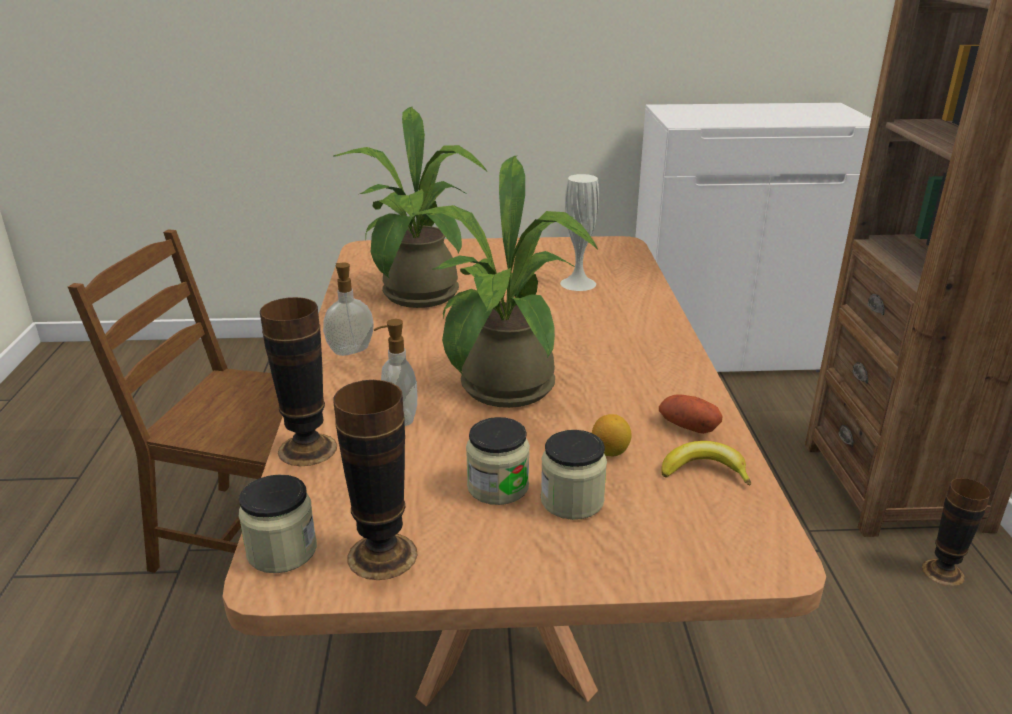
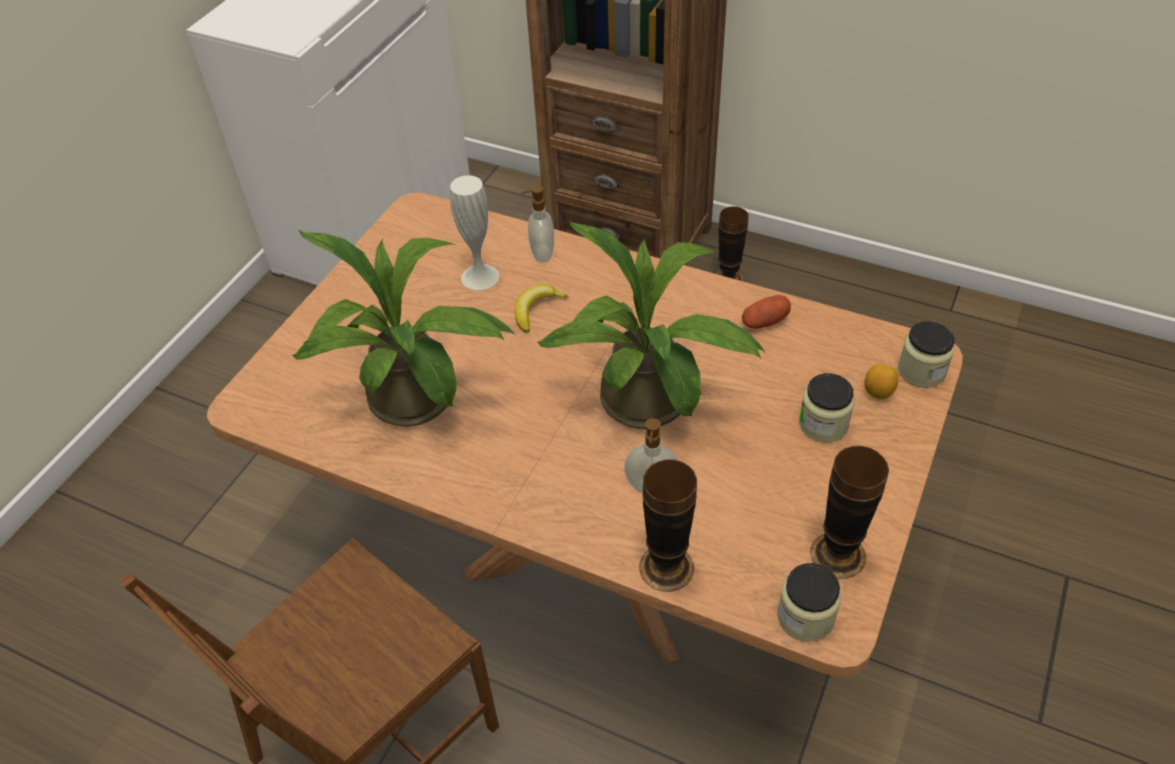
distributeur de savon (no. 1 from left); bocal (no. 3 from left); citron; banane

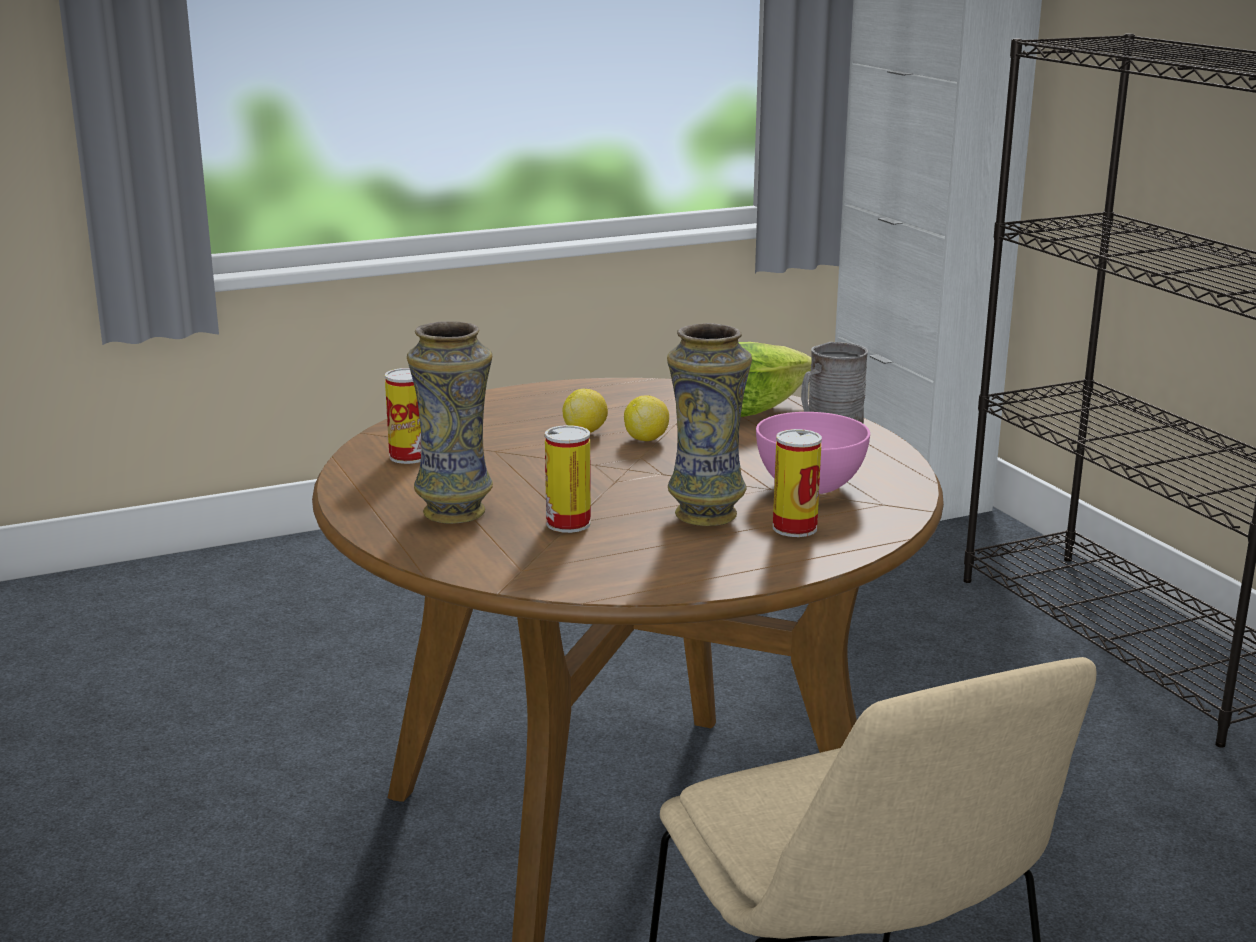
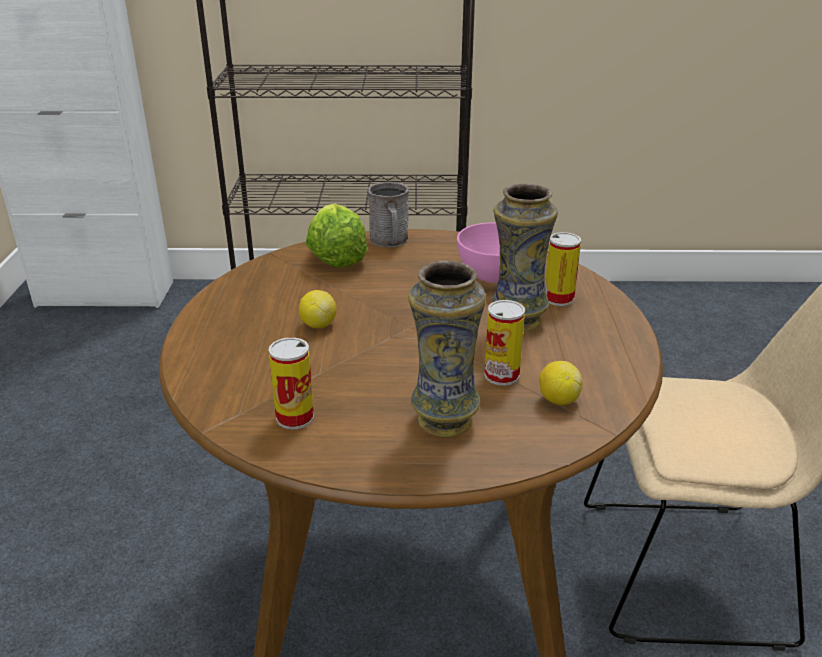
citron (no. 2 from left)

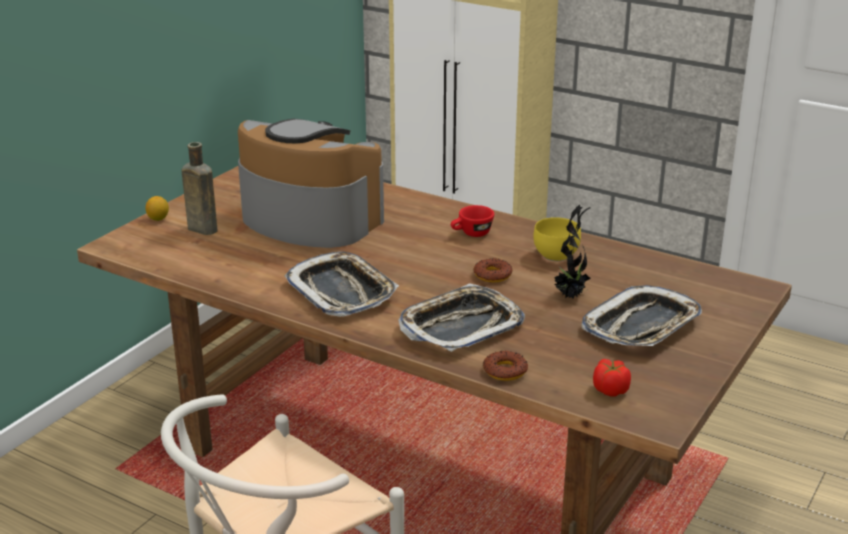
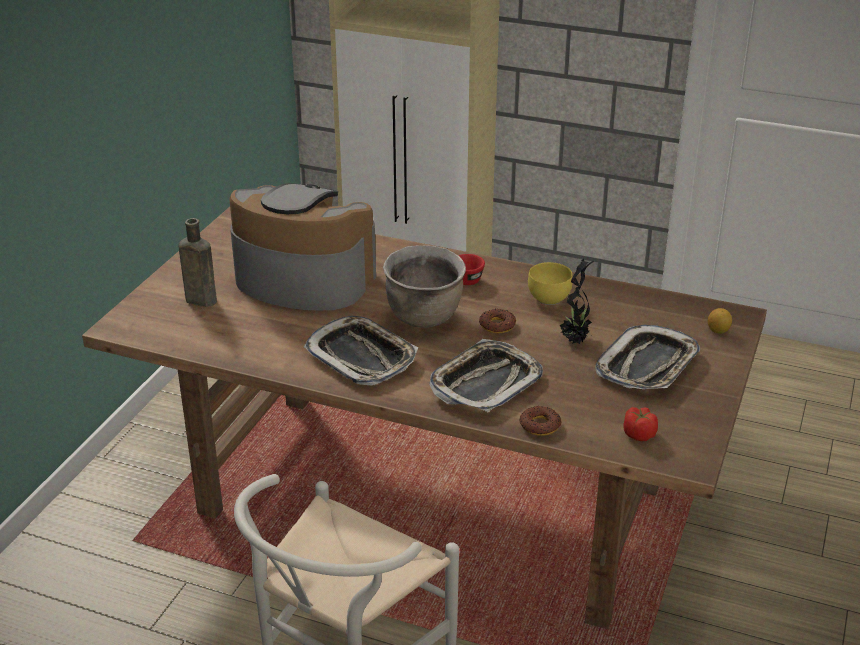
marmite (marron); citron

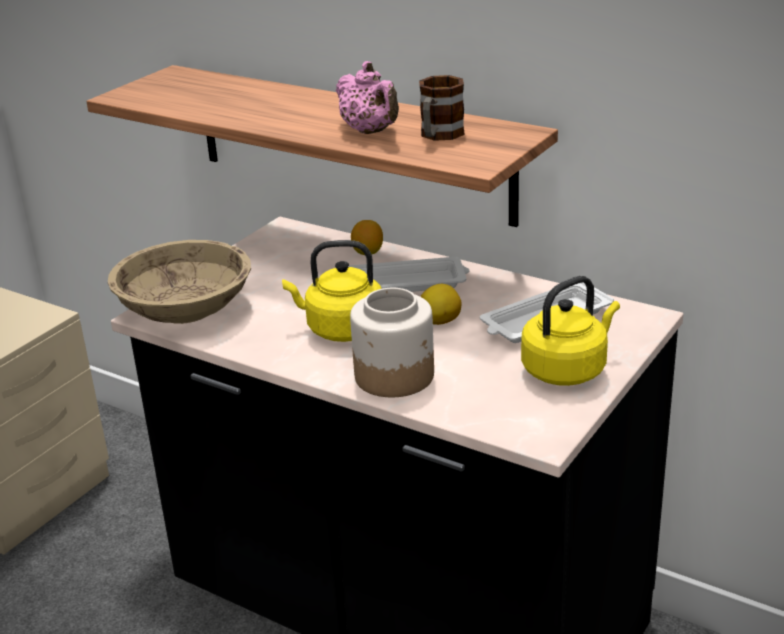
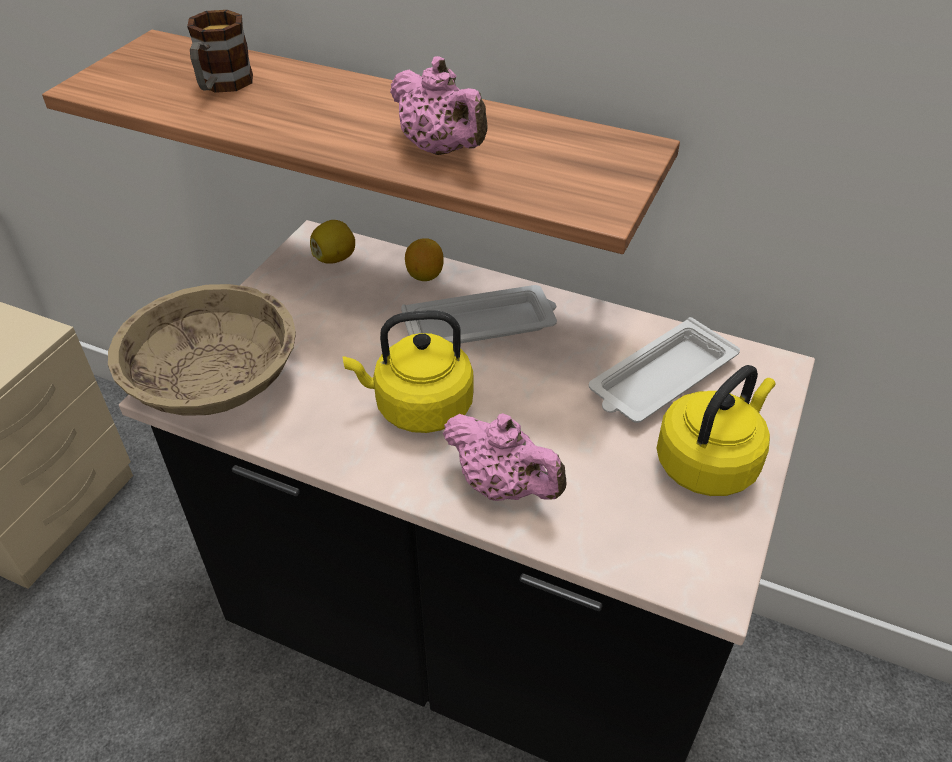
mug; citron (no. 1 from left); théière (rose) (no. 2 from left)

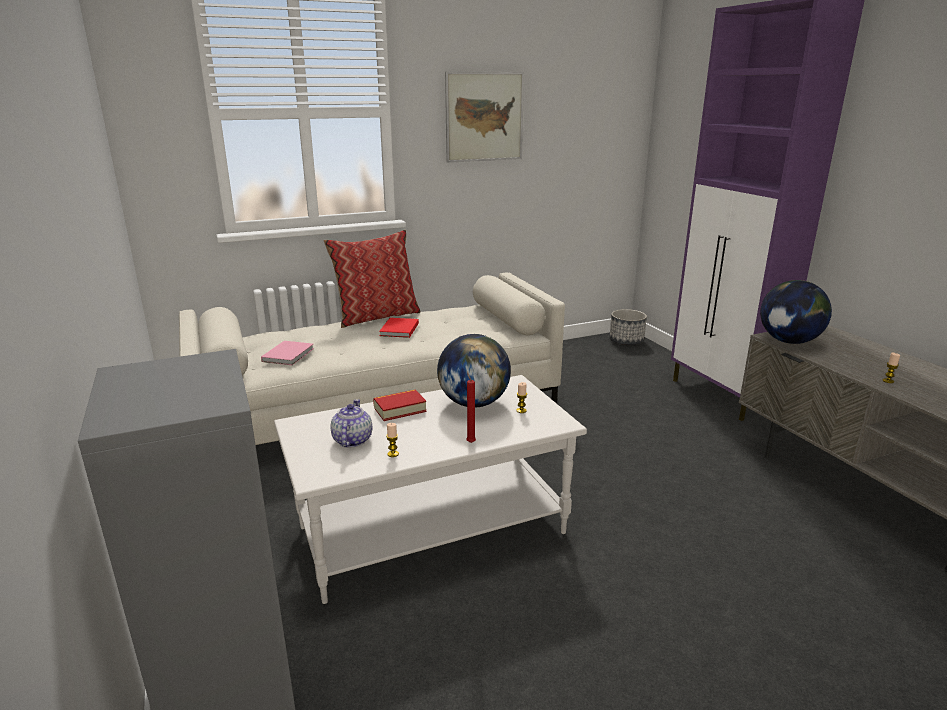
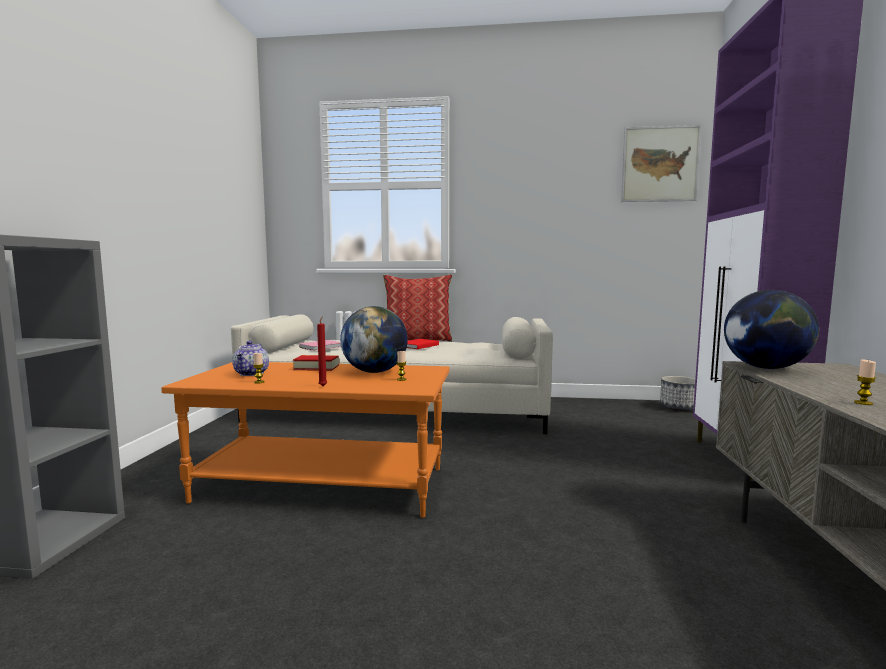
tableau; table basse (orange); théière

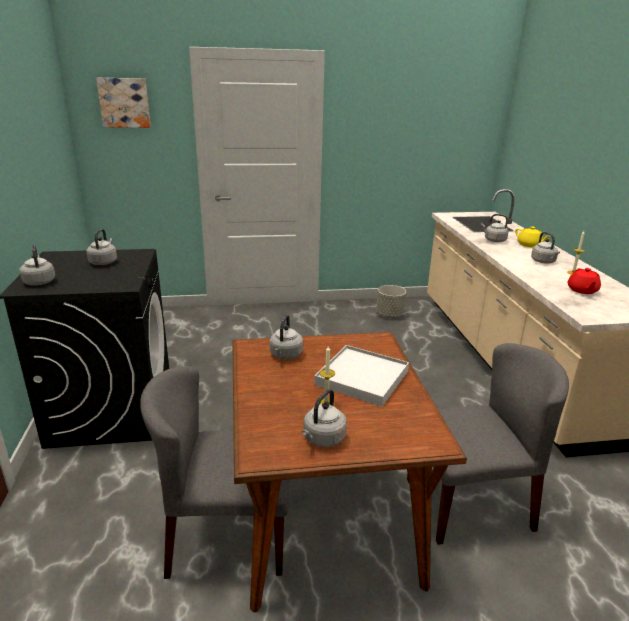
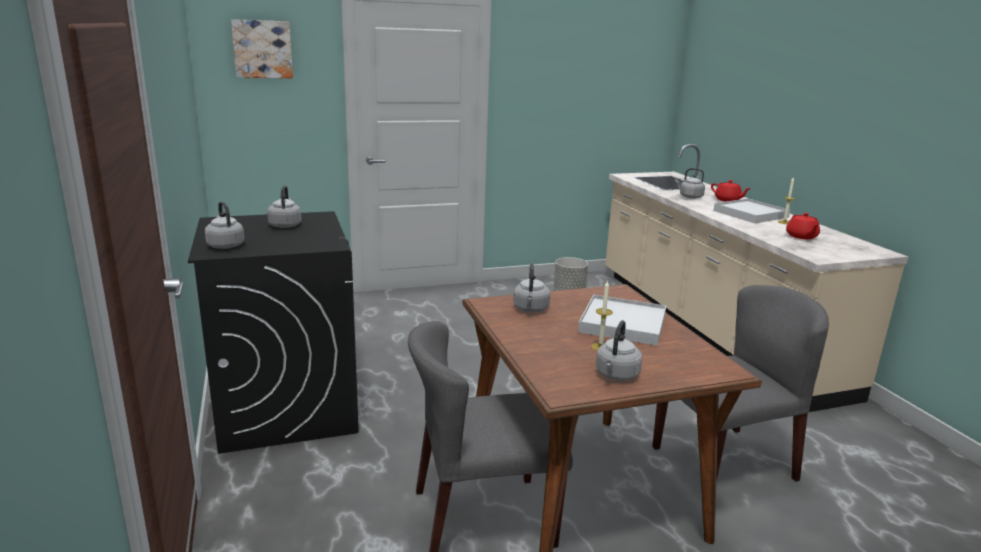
plateau (blanc) (no. 2 from left); théière (rouge) (no. 1 from left)

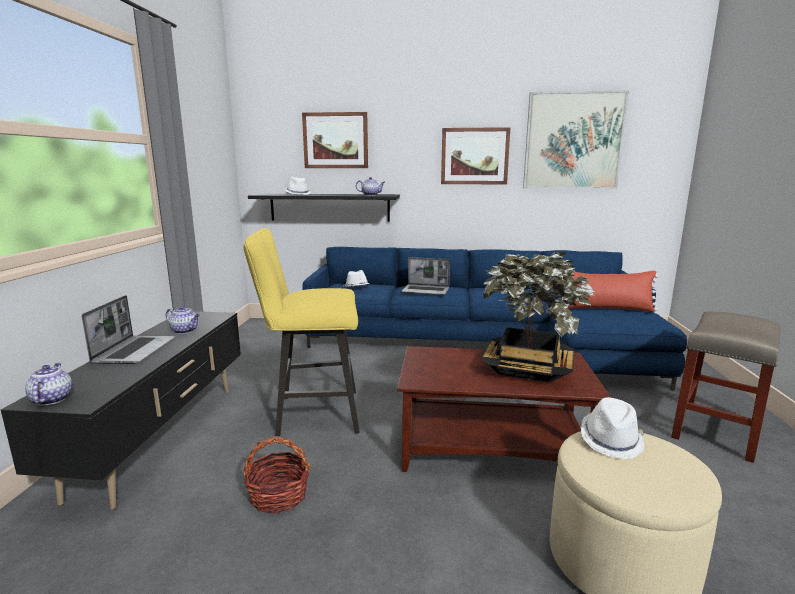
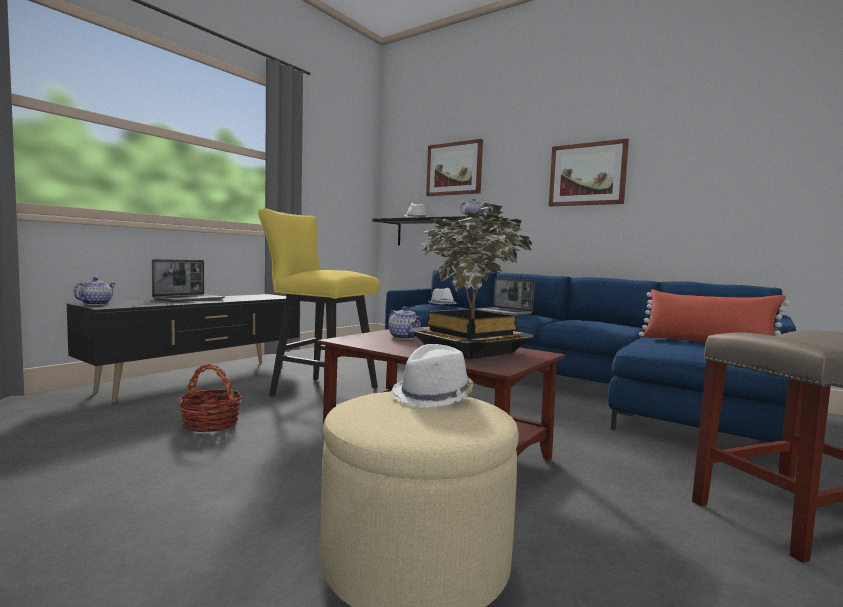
tableau (no. 3 from left in the first image); théière (no. 2 from left)

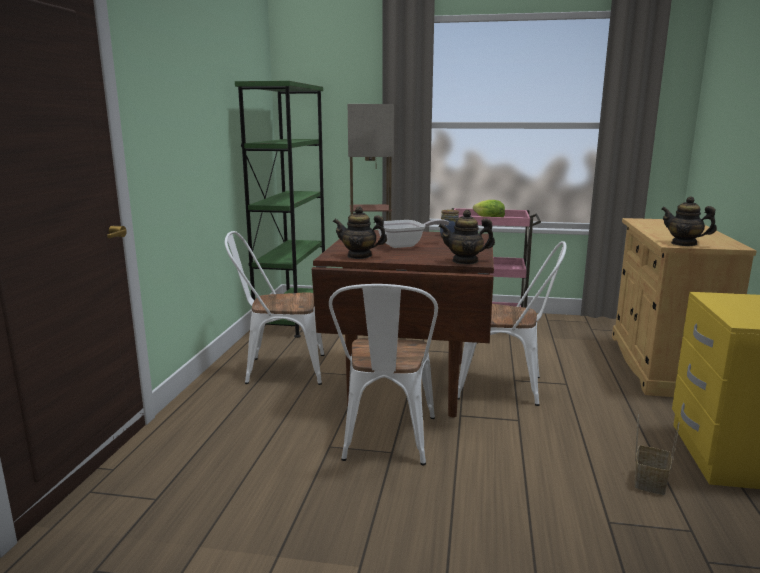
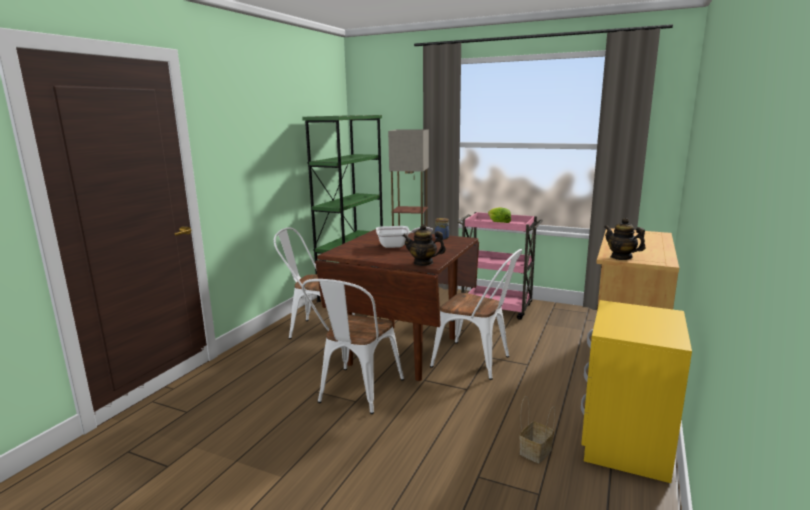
théière (no. 1 from left in the first image)

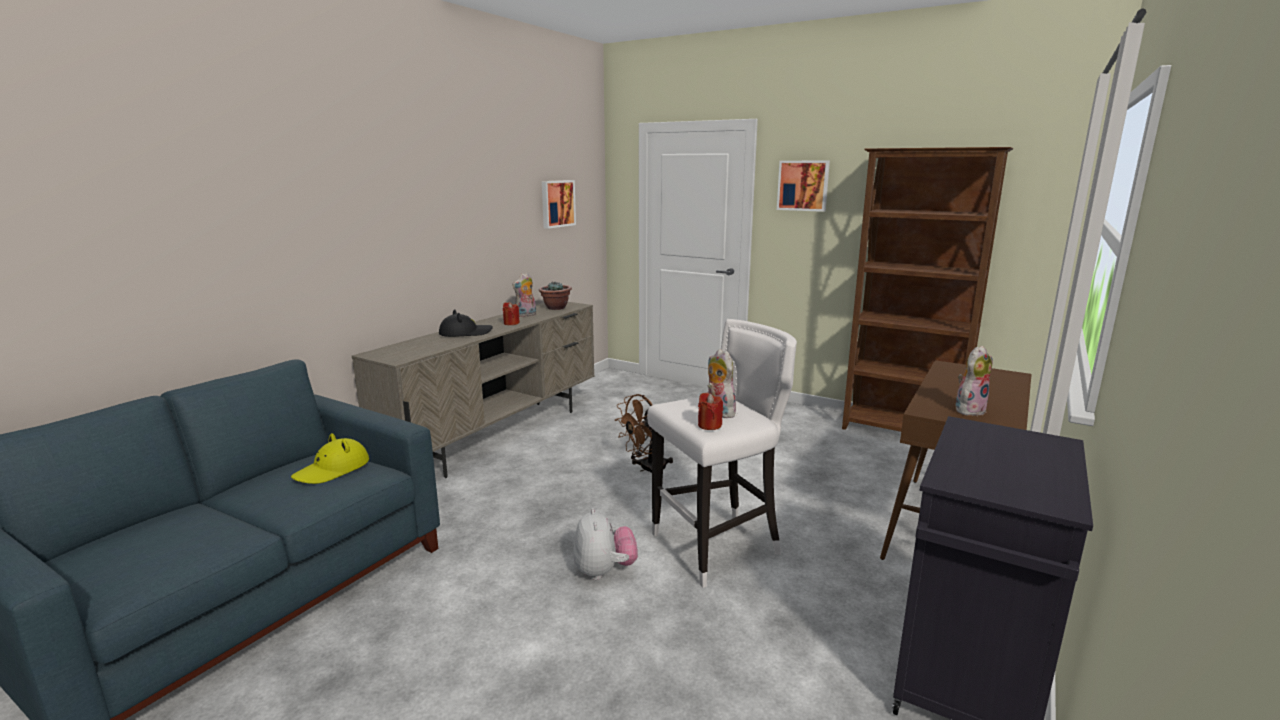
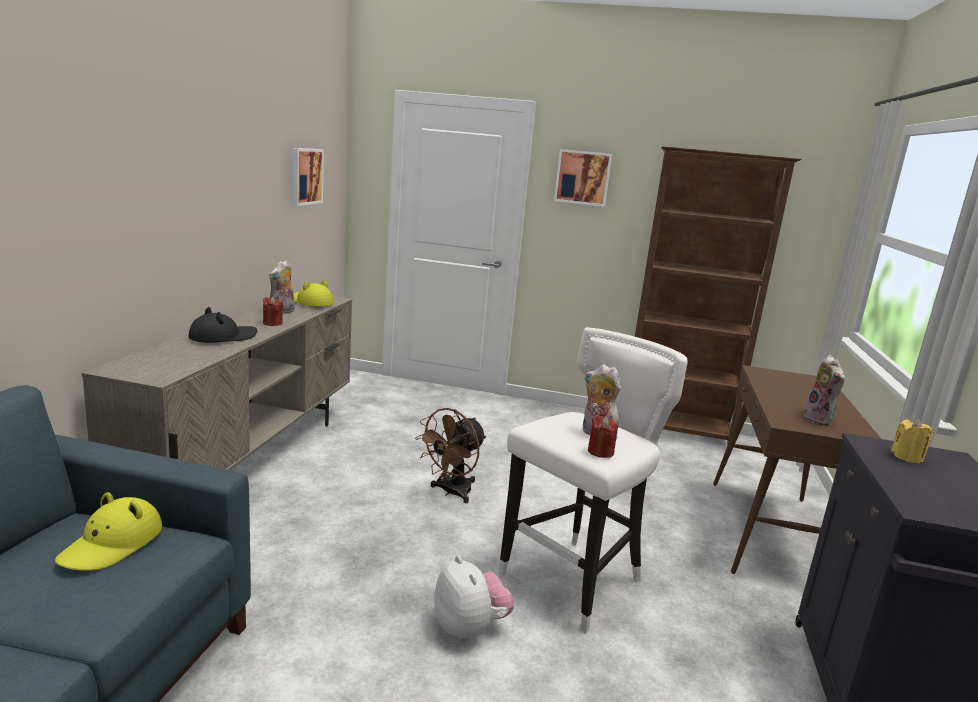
bougie (jaune); chapeau (jaune) (no. 2 from left); peluche (no. 4 from left)

